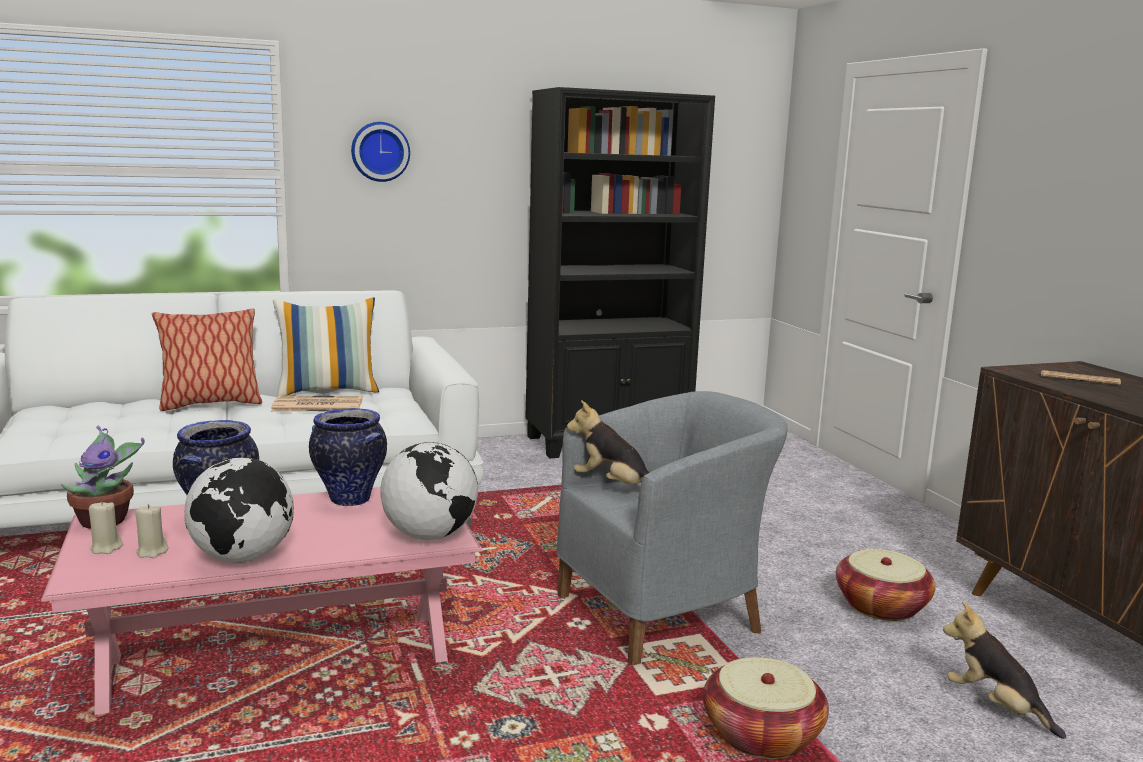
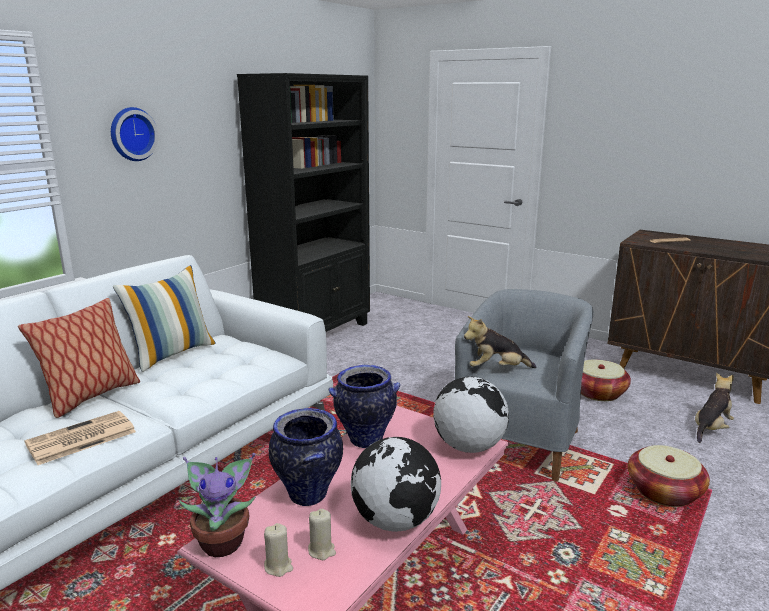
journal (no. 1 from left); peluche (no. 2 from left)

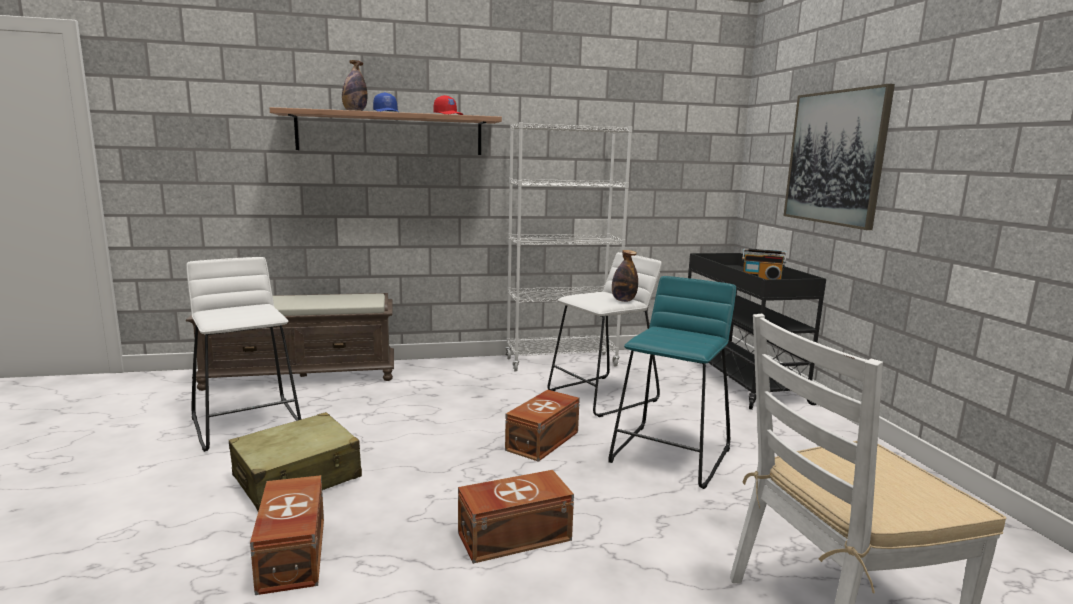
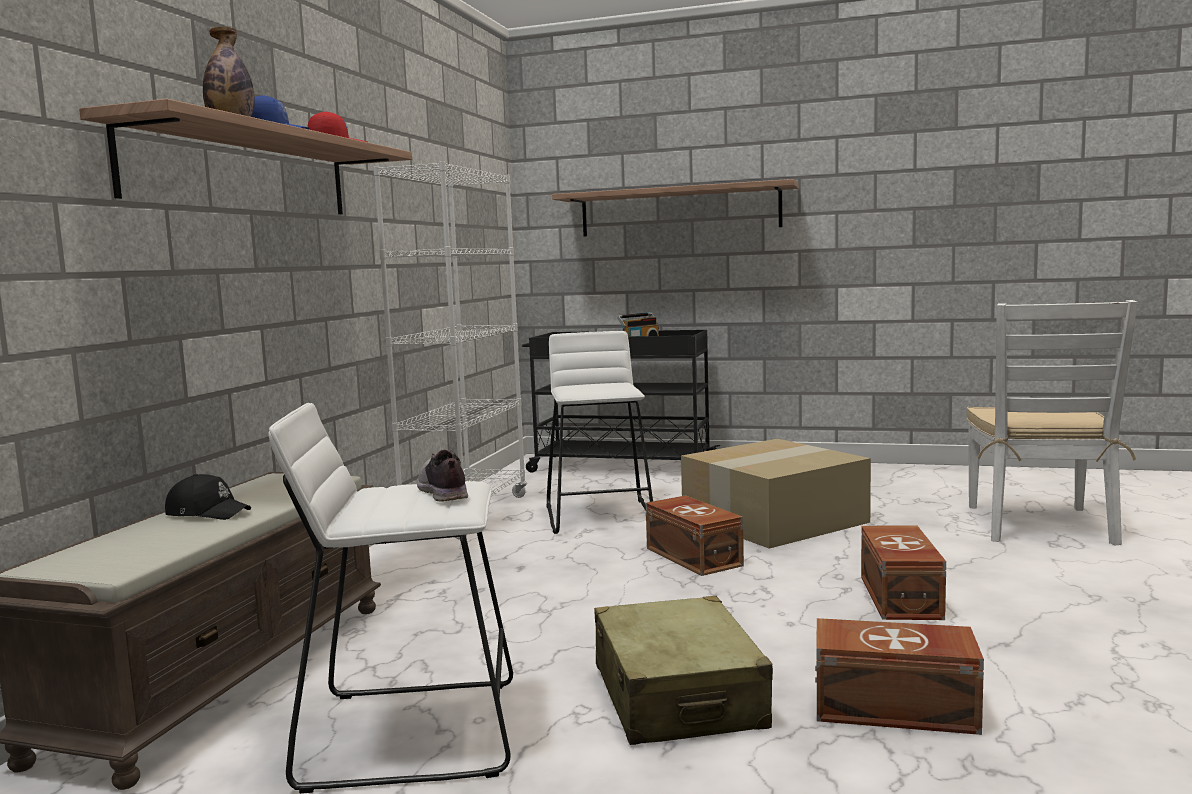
bouteille (no. 2 from left in the first image); casquette (noir); chaussure; carton; étagère (no. 2 from left)

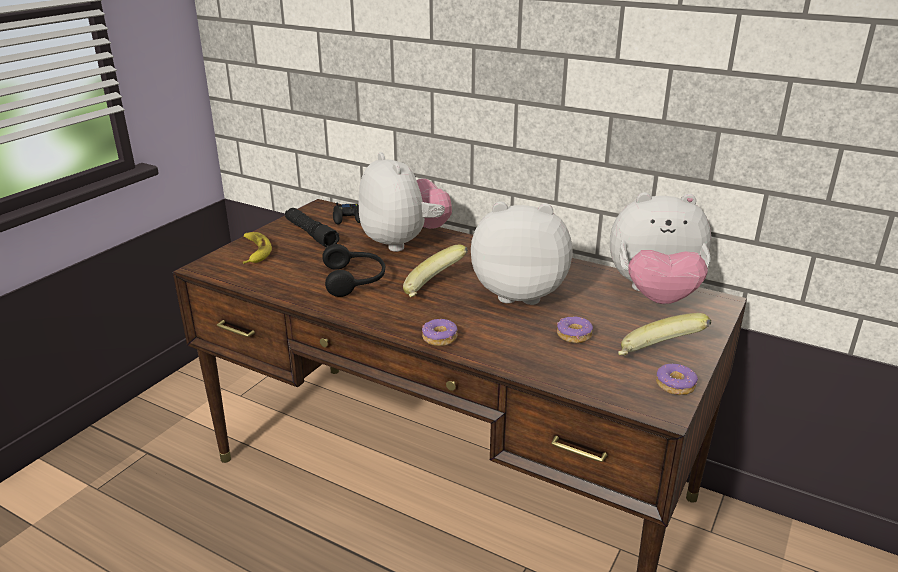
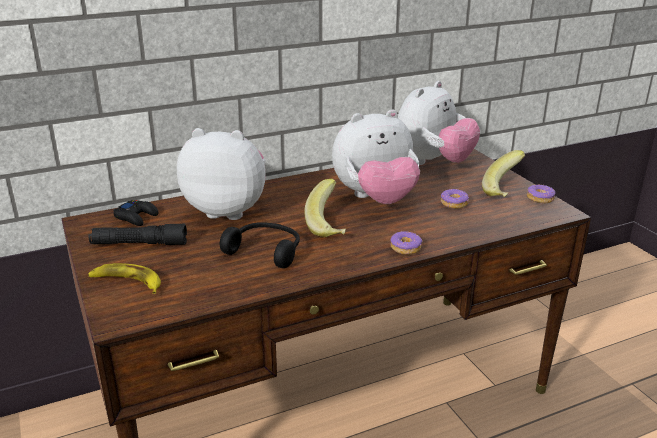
peluche (no. 2 from left)

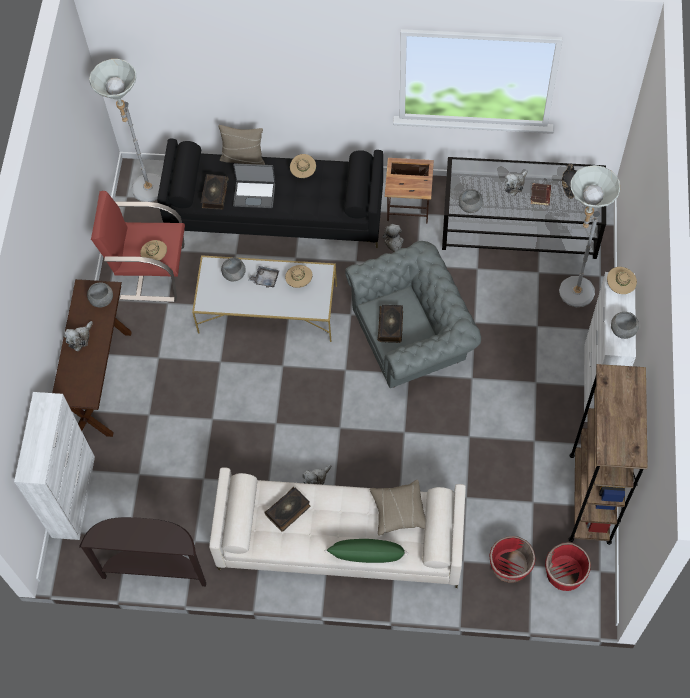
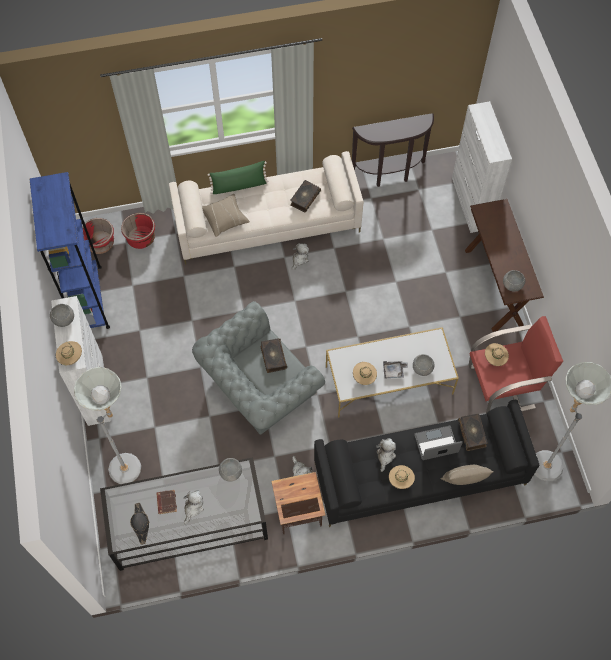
peluche (no. 4 from left); bibliothèque (bleu)

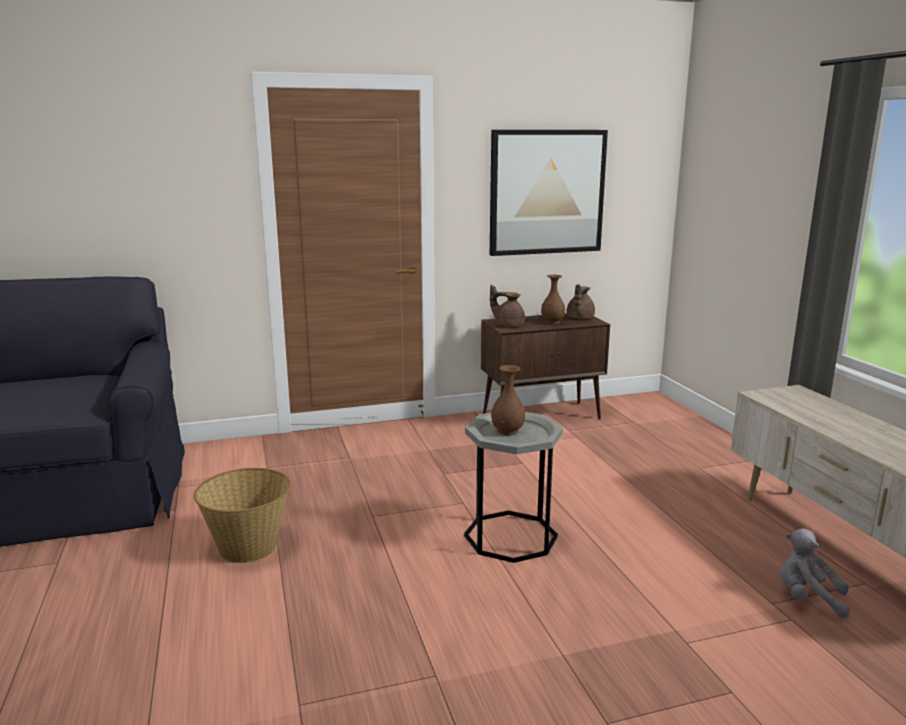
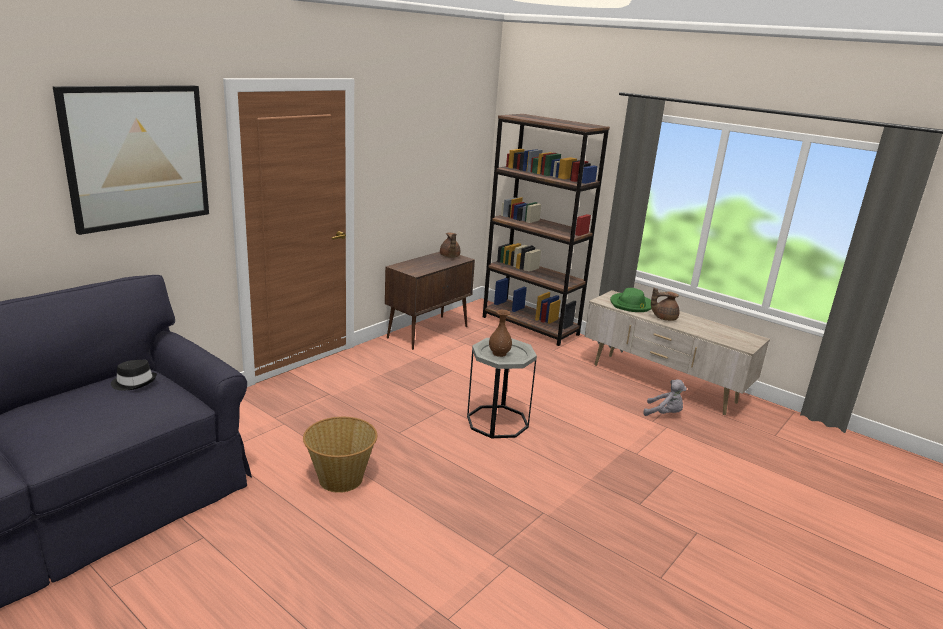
vase (marron) (no. 2 from left in the first image); chapeau (noir); bibliothèque (marron); chapeau (vert); tableau; théière (marron) (no. 2 from left); peluche (gris)

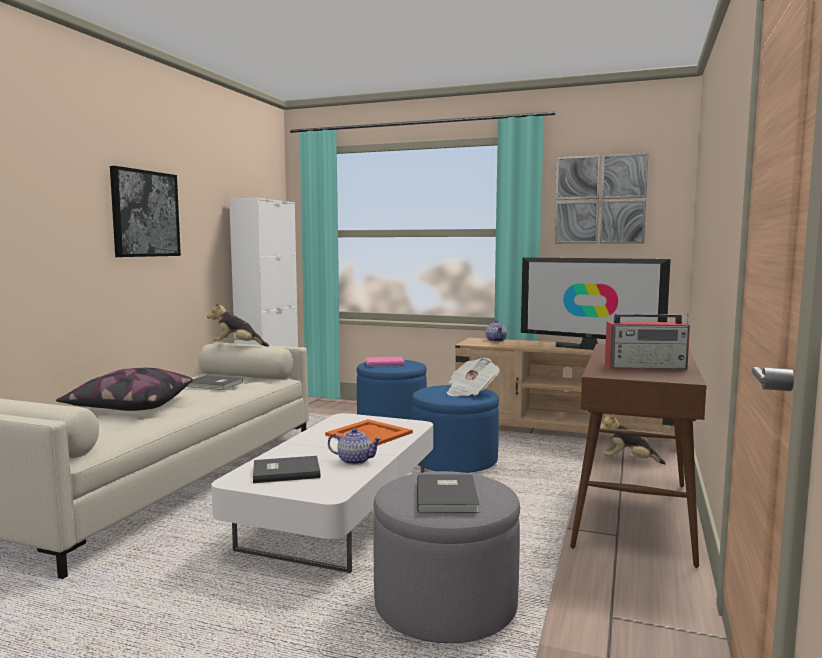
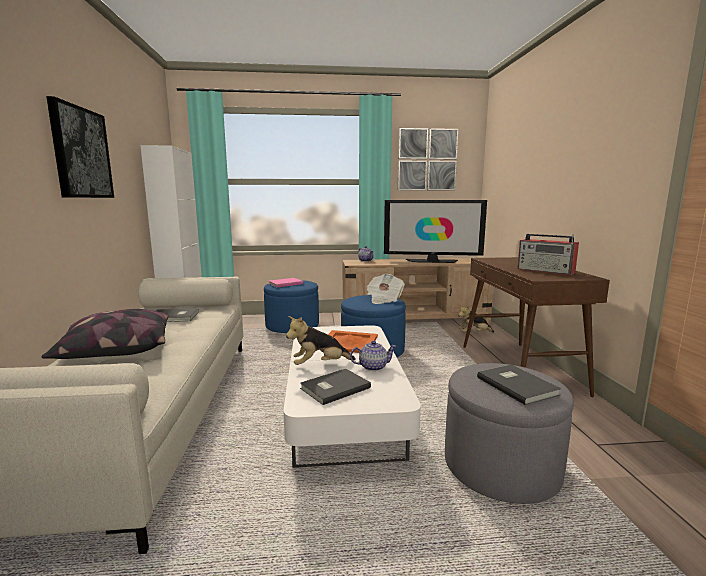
peluche (no. 1 from left); radio

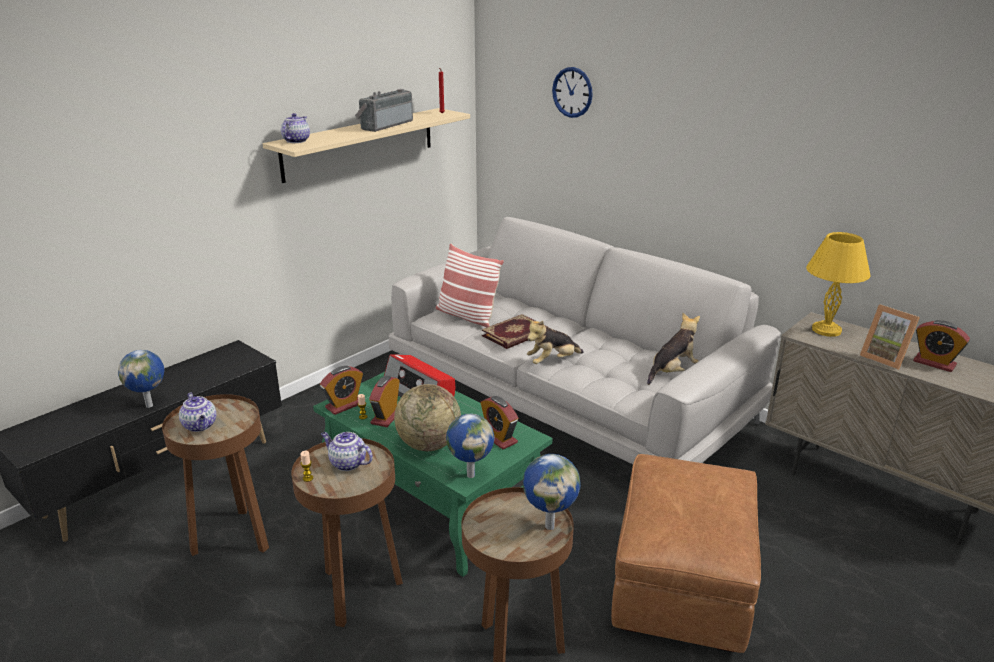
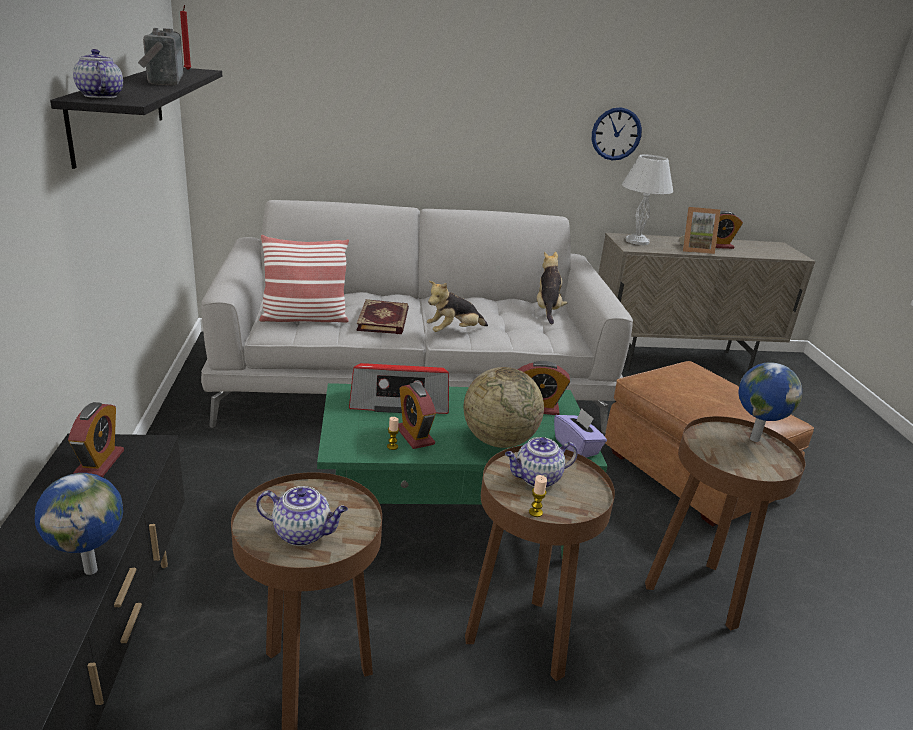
réveil (no. 1 from left); horloge murale; boîte à mouchoirs (violet); étagère (noir); lampe de table (blanc); peluche (no. 1 from left)

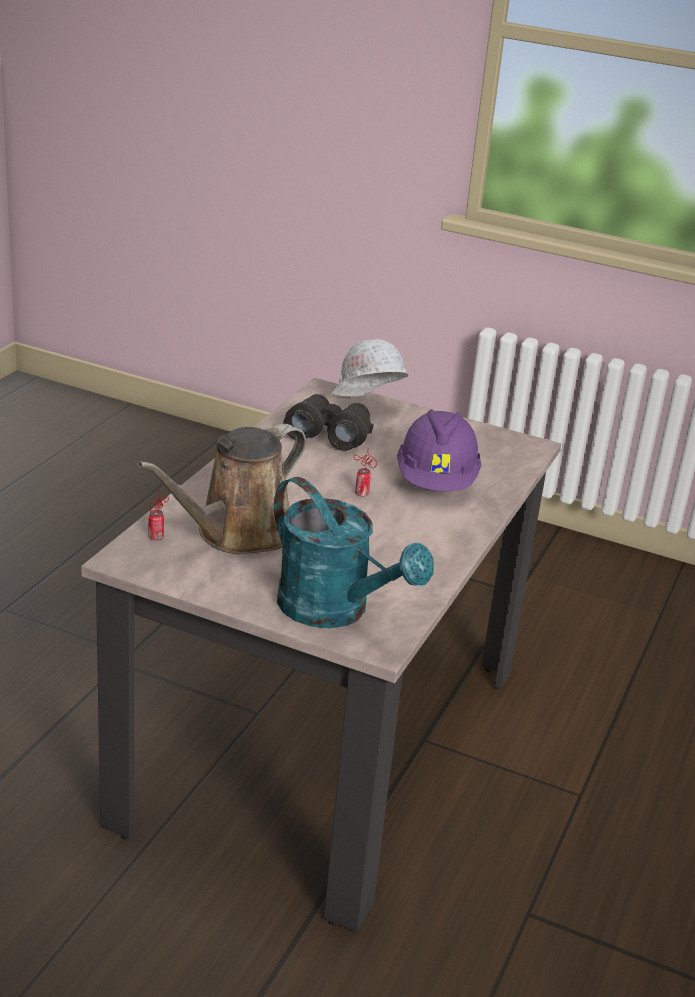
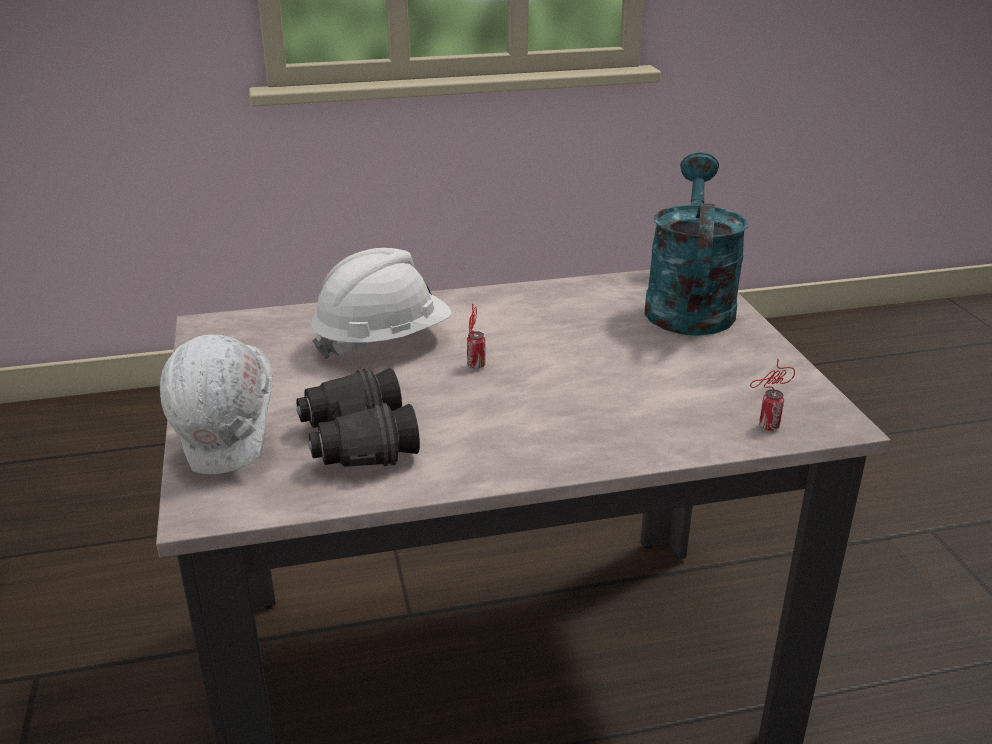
arrosoir (marron); casque de chantier (blanc) (no. 2 from left)

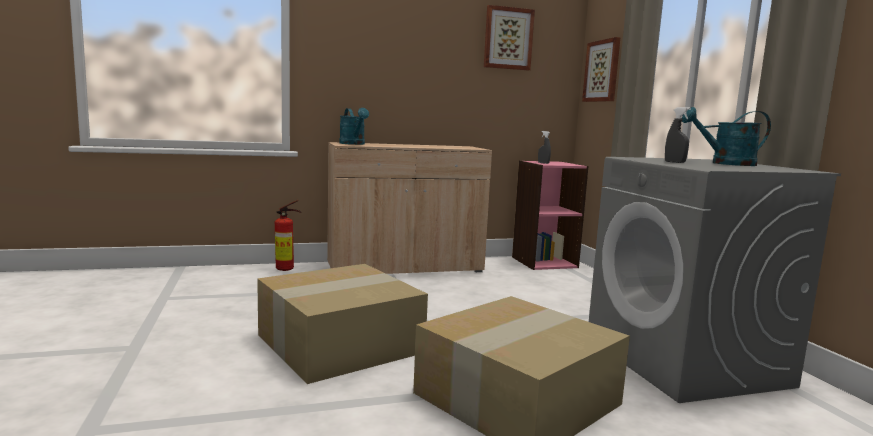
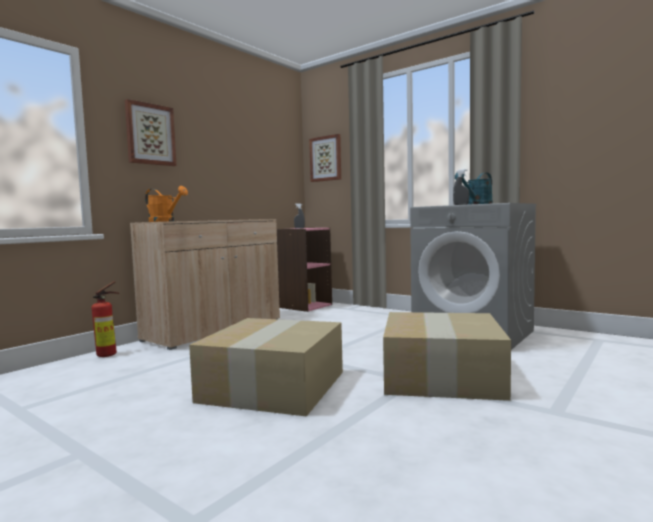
tableau (no. 1 from left); arrosoir (orange)

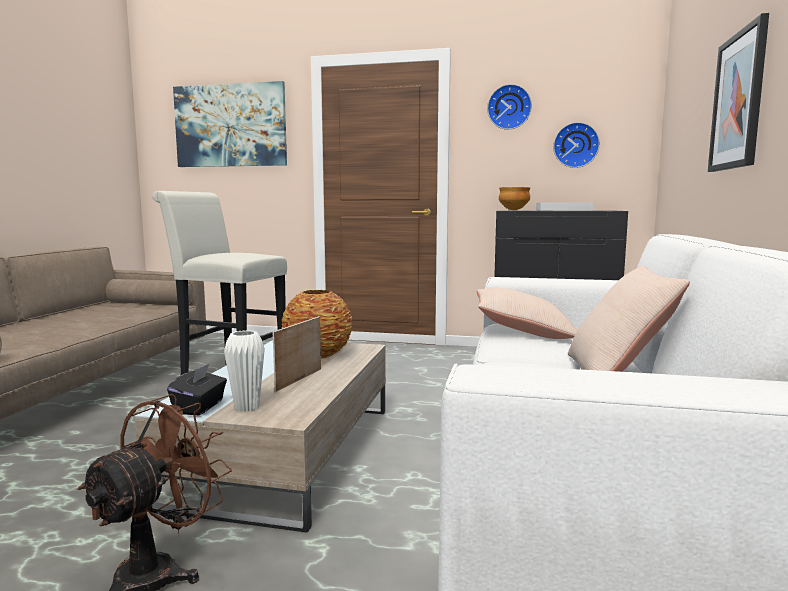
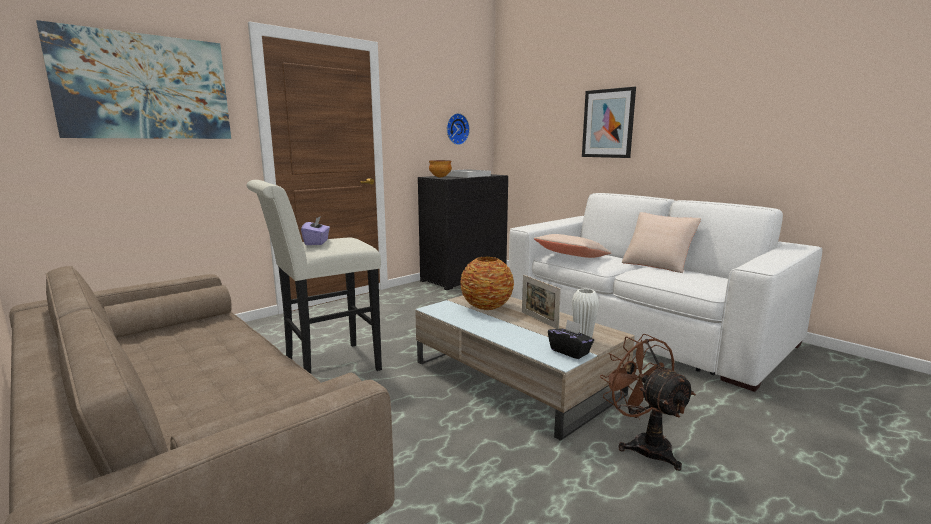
horloge murale (no. 1 from left in the first image); boîte à mouchoirs (violet)

